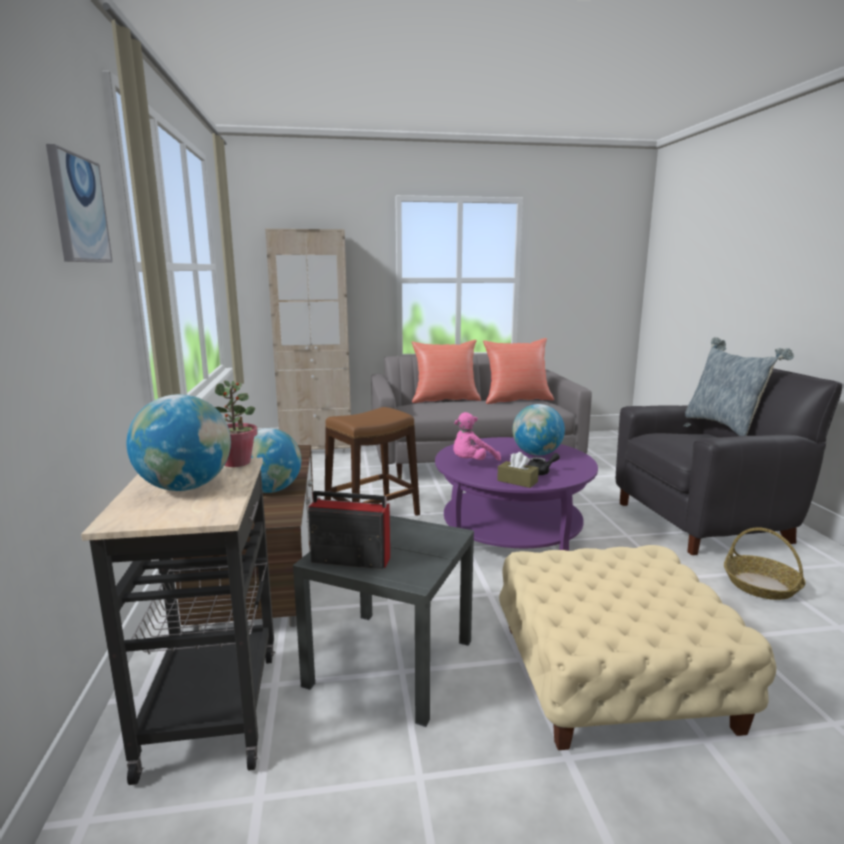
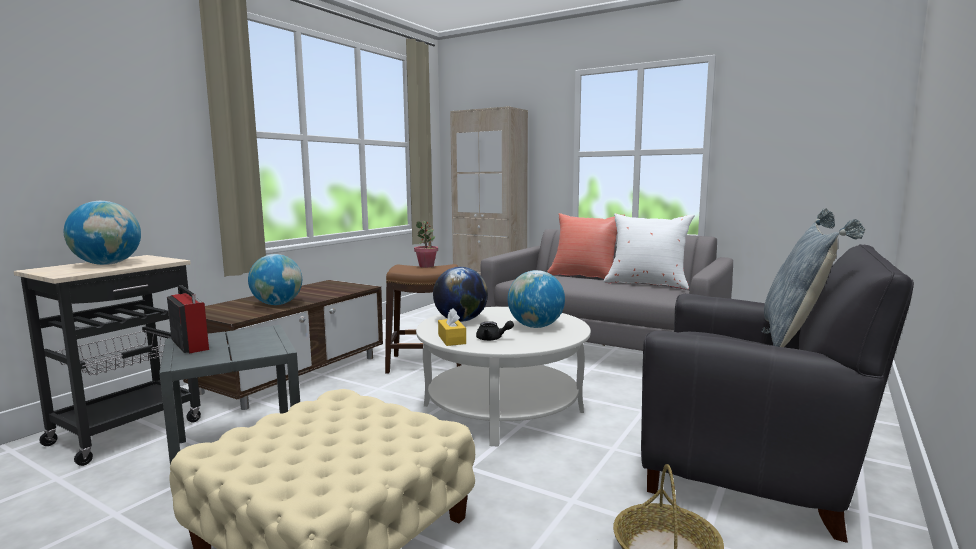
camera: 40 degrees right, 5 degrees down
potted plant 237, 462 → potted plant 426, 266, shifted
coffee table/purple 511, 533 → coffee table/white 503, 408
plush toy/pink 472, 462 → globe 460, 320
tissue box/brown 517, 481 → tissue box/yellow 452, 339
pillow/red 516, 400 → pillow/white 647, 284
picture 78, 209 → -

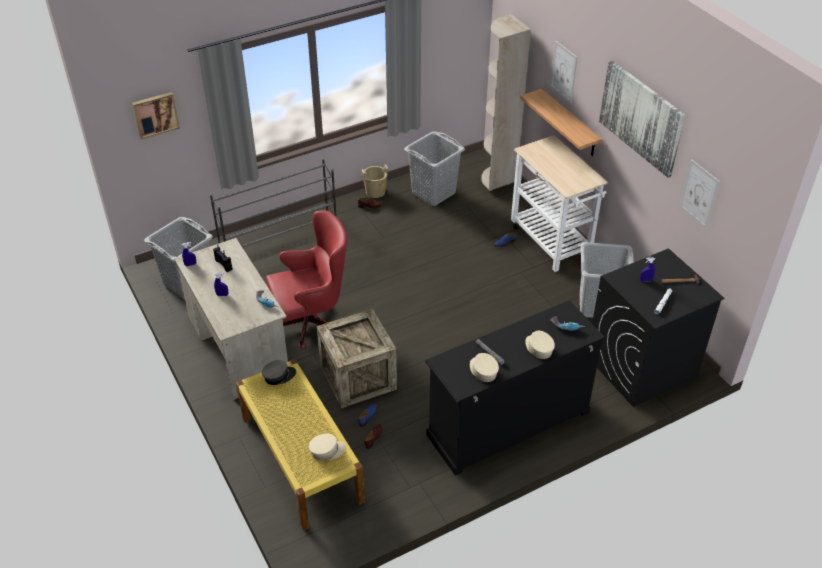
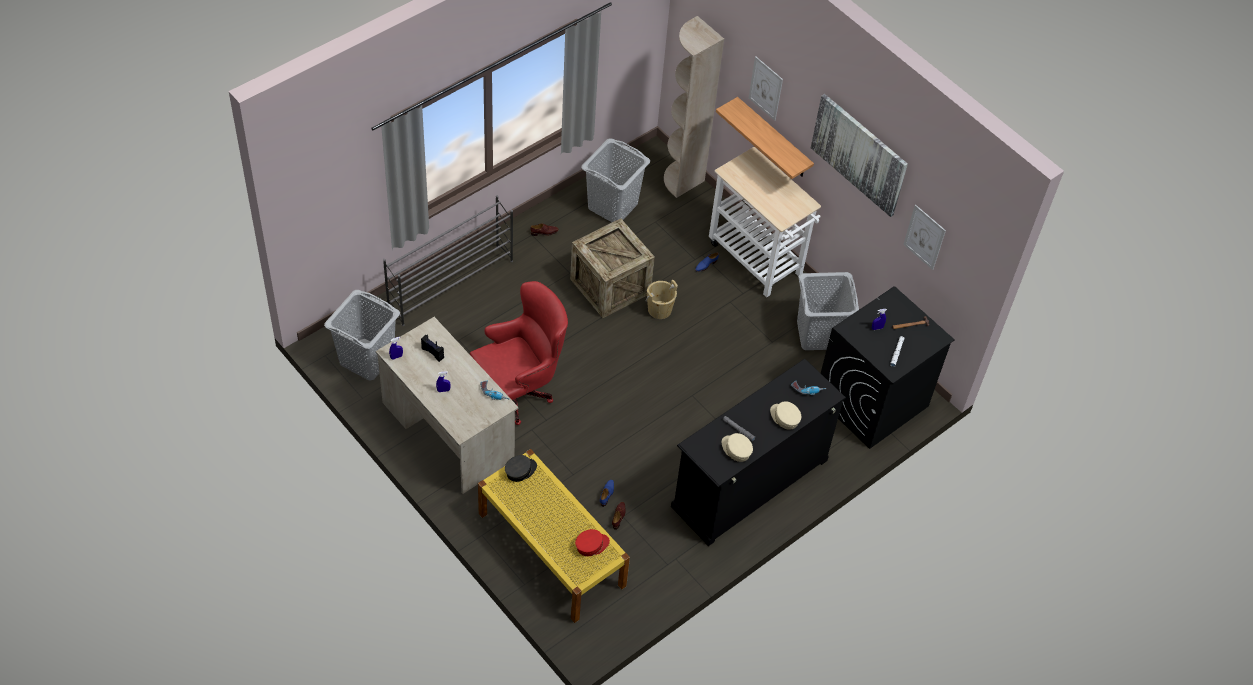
camera: 15 degrees left, 10 degrees up
crate 358, 377 → crate 610, 286, shifted
cap/beige 327, 450 → cap/red 591, 545
bucket/beige 375, 192 → bucket/beige 659, 309, shifted
picture 155, 114 → -

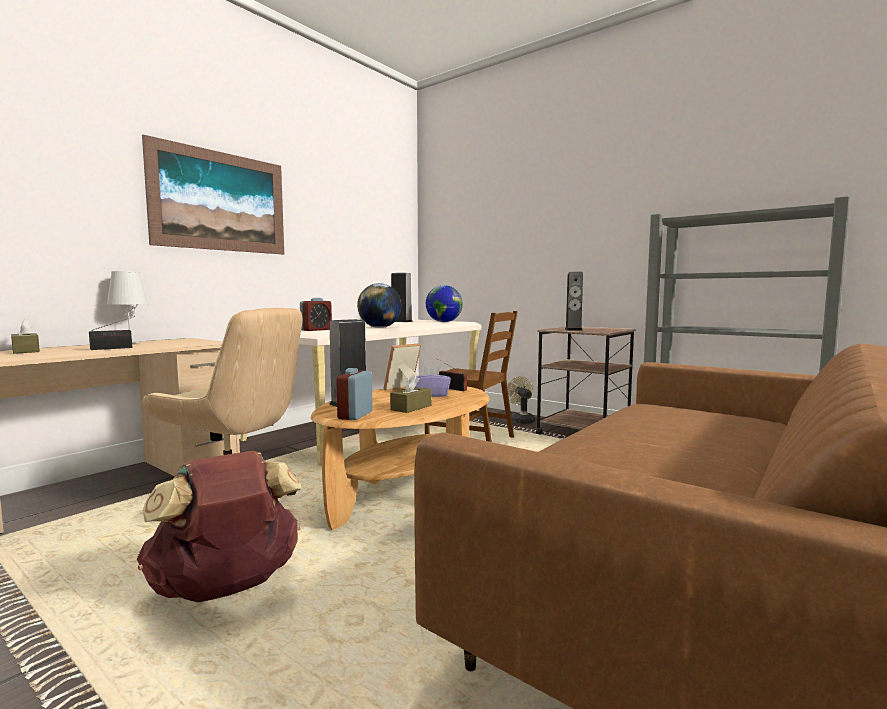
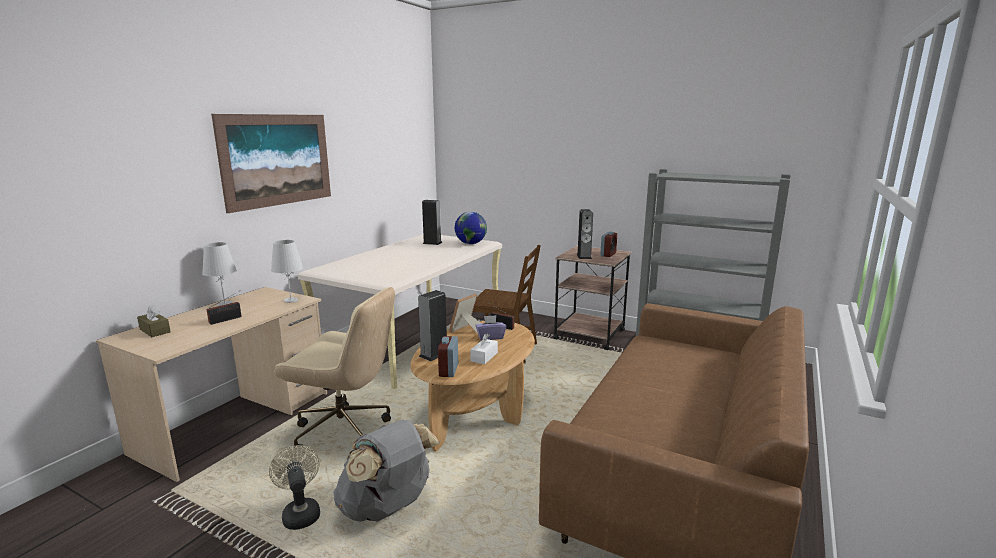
camera: 10 degrees left, 10 degrees up
fan/beige 521, 420 → fan/beige 300, 513, shifted
- → table lamp/white 291, 300
backpack/brown 227, 589 → backpack/grey 387, 508
tissue box/brown 411, 407 → tissue box/white 484, 357
alarm clock 316, 330 → alarm clock 608, 254, shifted
globe 379, 327 → -

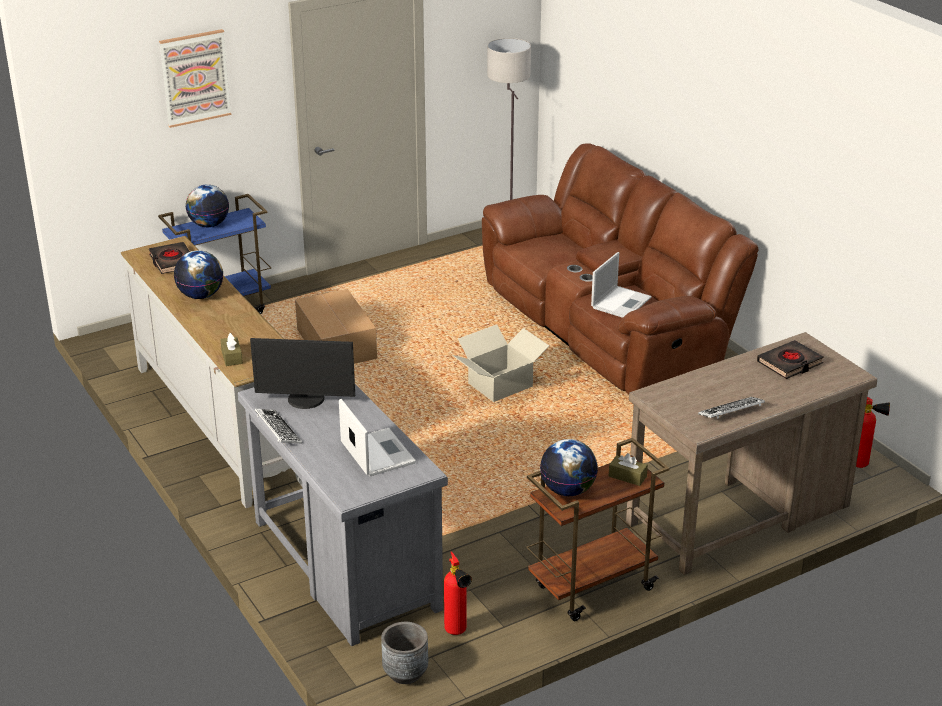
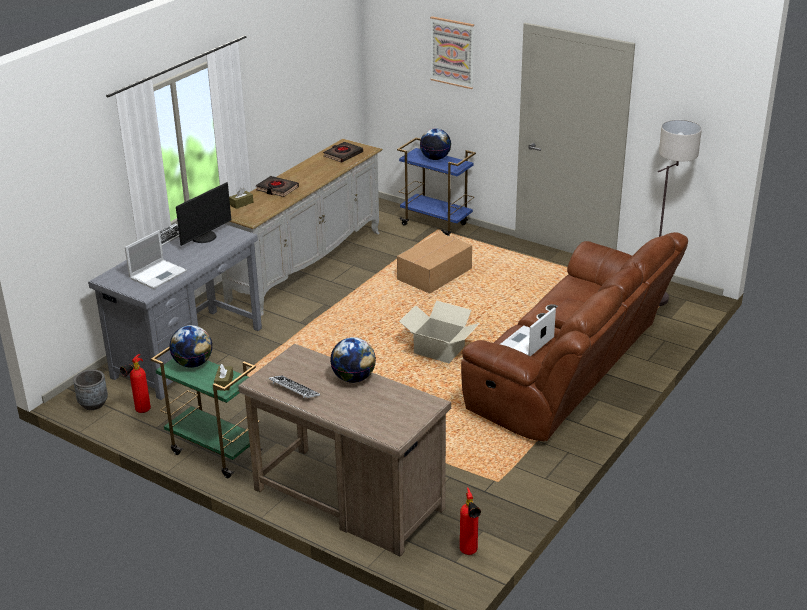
camera: 65 degrees right, 0 degrees up
cart/brown 591, 590 → cart/green 213, 452
monitor 306, 400 → monitor 205, 237, 120 degrees counterclockwise
book/black 789, 363 → book/black 277, 189, shifted
globe 201, 296 → globe 353, 378, shifted
laptop 621, 302 → laptop 526, 343, 120 degrees clockwise

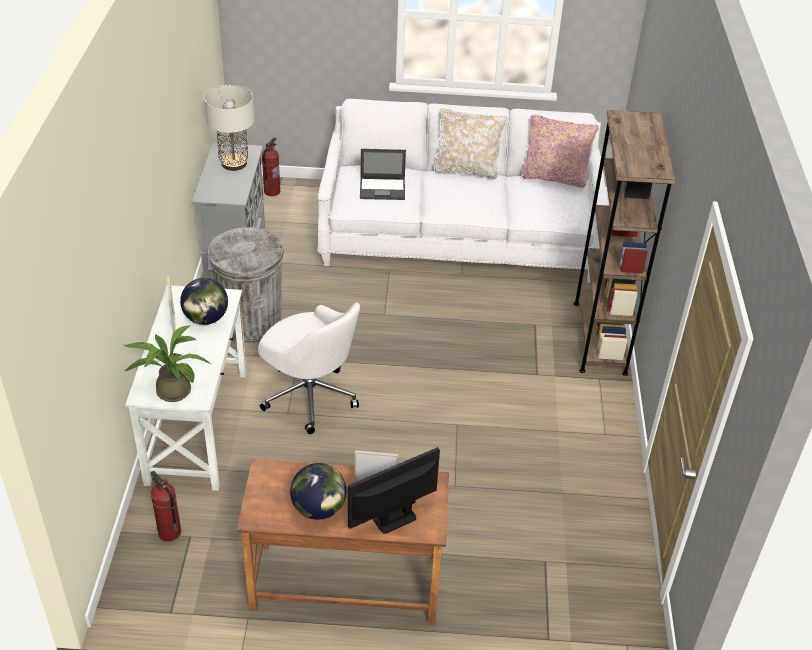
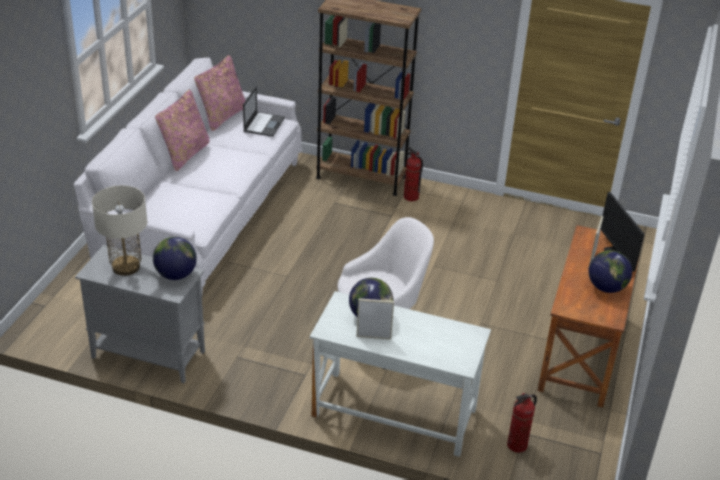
camera: 75 degrees left, 5 degrees down
- → globe 176, 275
pillow/white 467, 172 → pillow/pink 185, 155
laptop 383, 189 → laptop 264, 124, shifted
fire extinguisher 272, 191 → fire extinguisher 411, 197, shifted
potted plant 170, 389 → -
trash can/grey 251, 322 → -

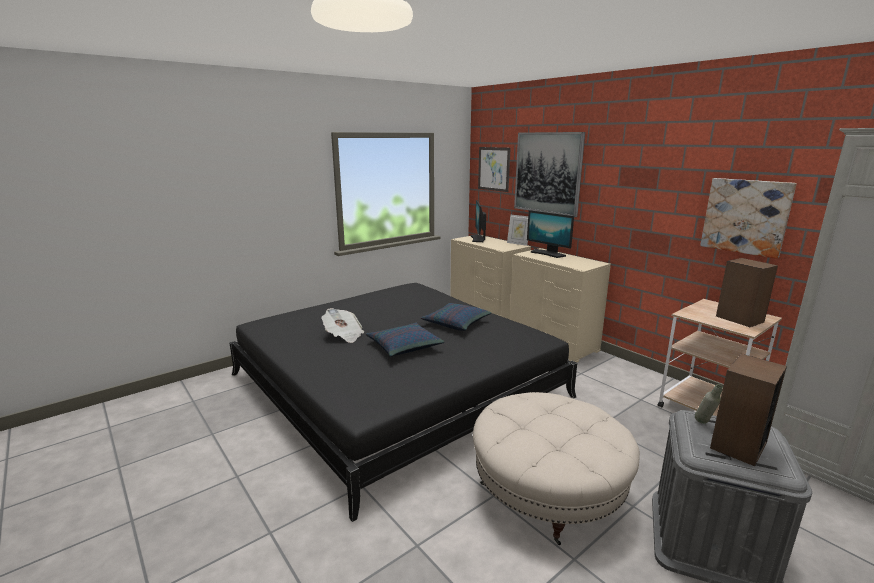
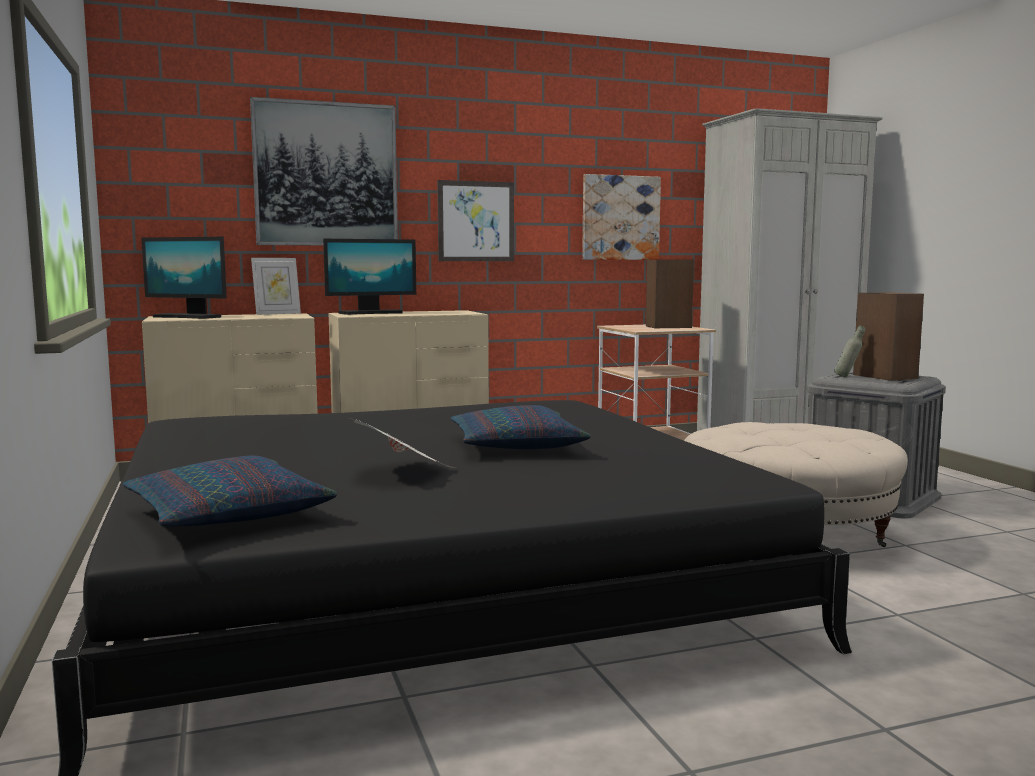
camera: 70 degrees left, 10 degrees down
pillow/blue 456, 323 → pillow/blue 227, 515, shifted
picture 493, 169 → picture 476, 221, shifted

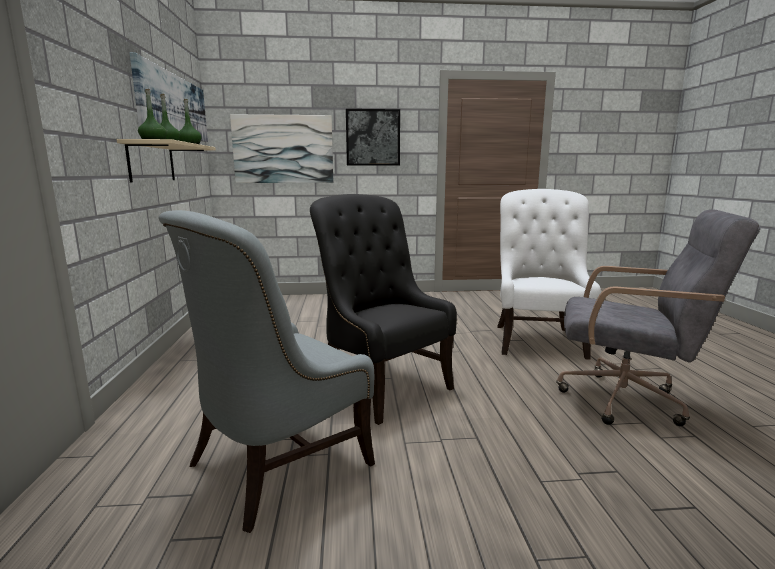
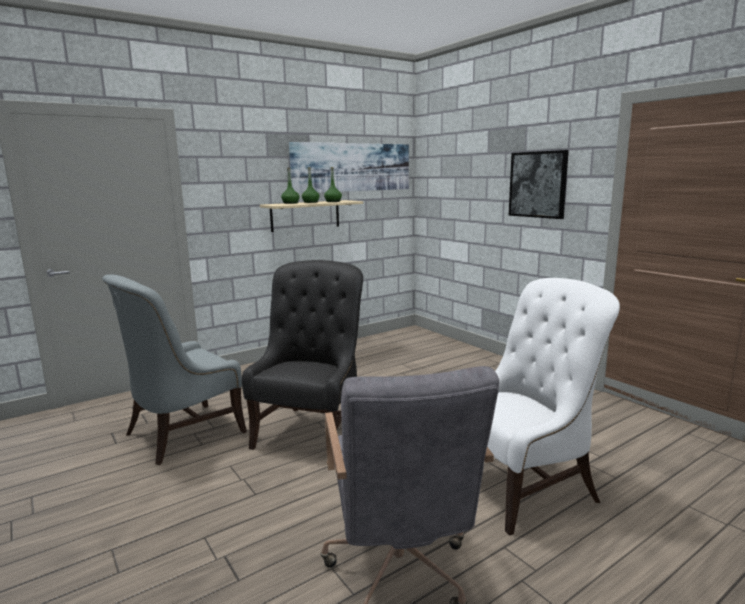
camera: 60 degrees right, 0 degrees up
chair/grey 277, 464 → chair/grey 183, 433, 60 degrees counterclockwise
picture 283, 149 → -

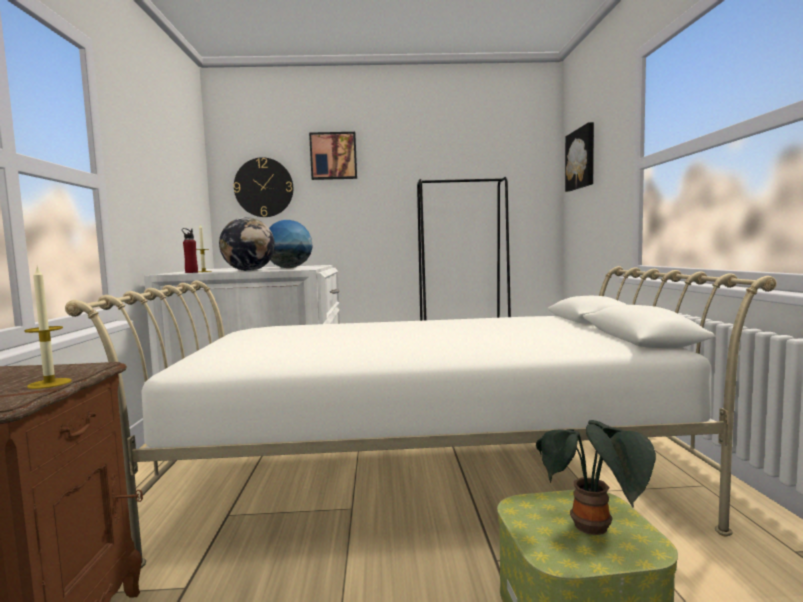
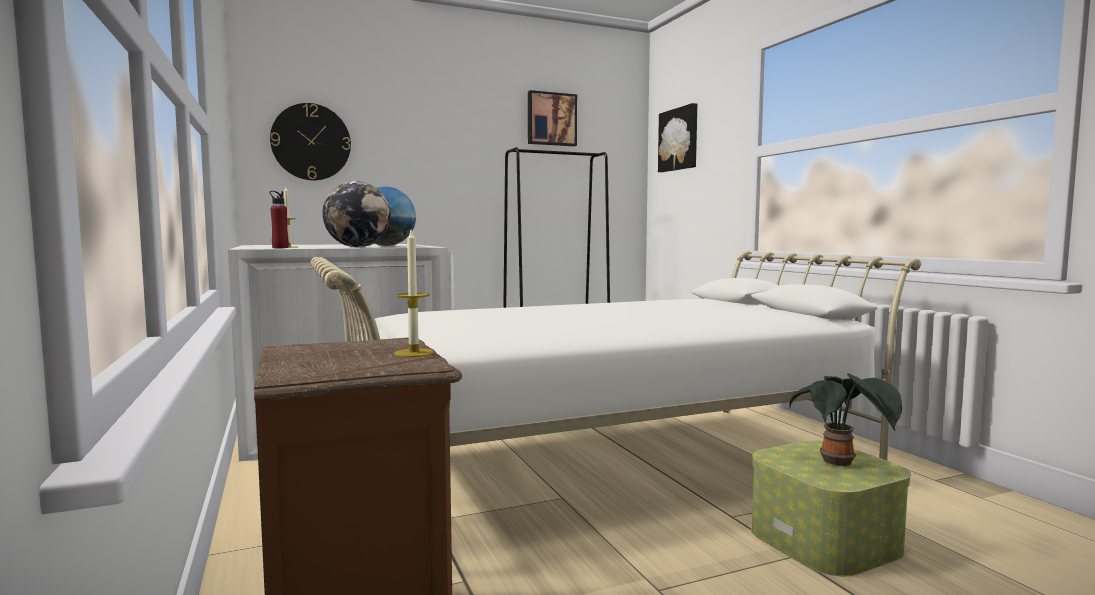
camera: 20 degrees left, 0 degrees up
picture 333, 156 → picture 551, 119, shifted

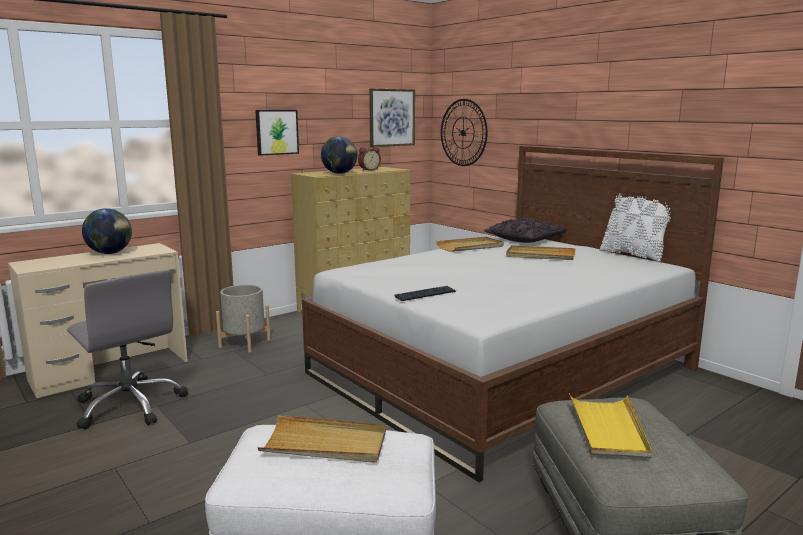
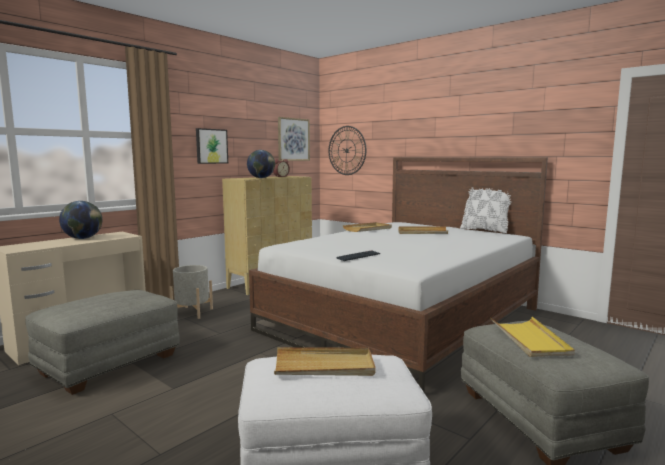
camera: 10 degrees left, 5 degrees down
office chair/grey 130, 405 → ottoman/grey 109, 364
pillow/black 525, 240 → -

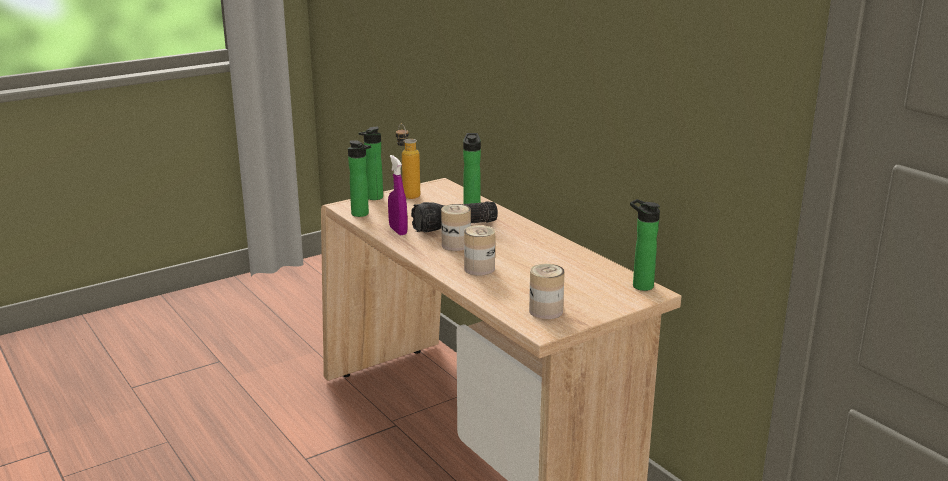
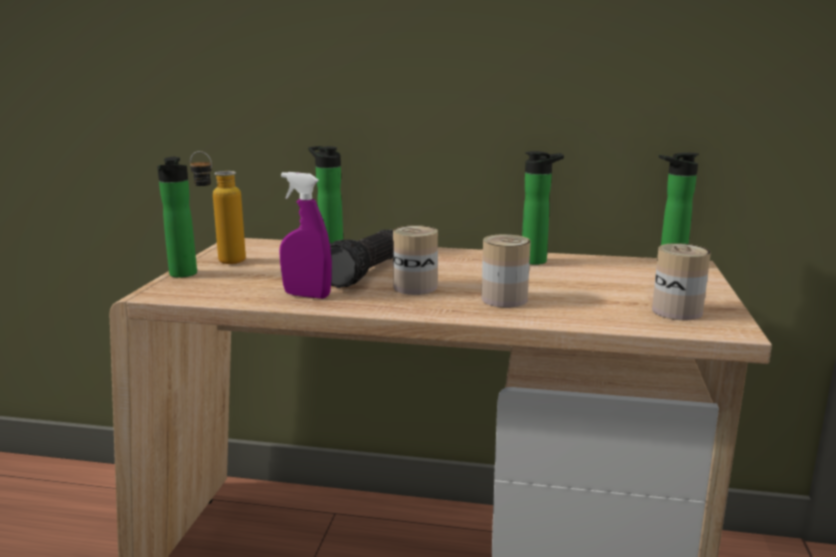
camera: 45 degrees left, 5 degrees down
bottle 362, 214 → bottle 538, 261, shifted

